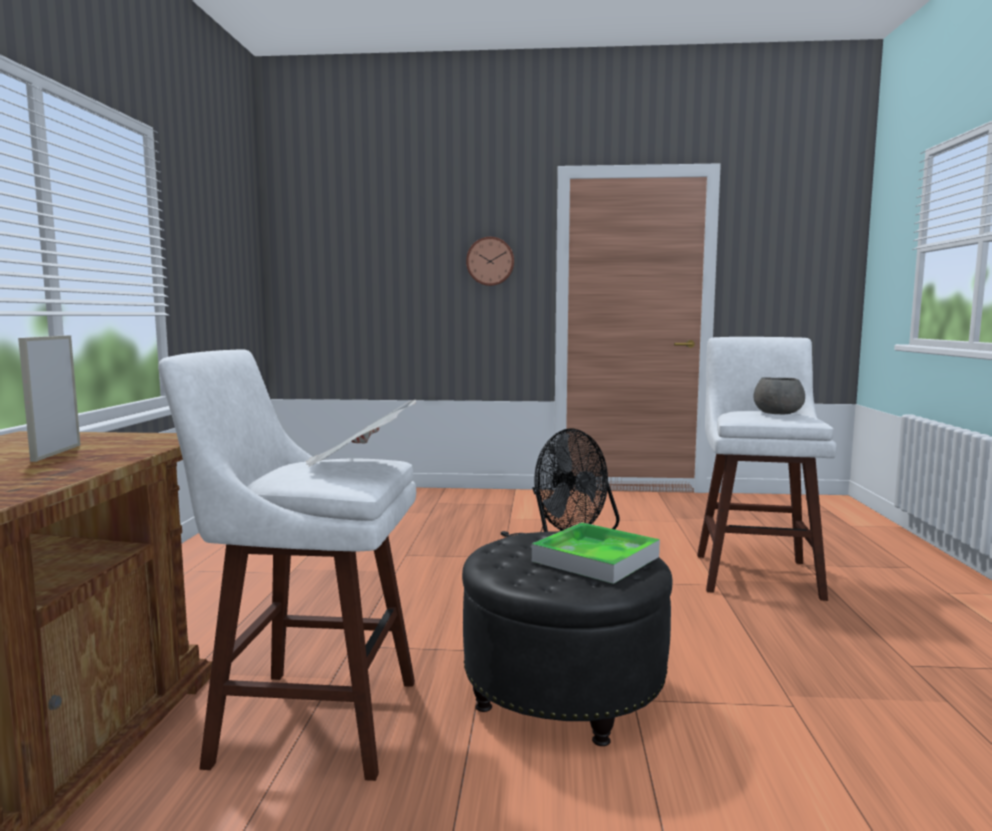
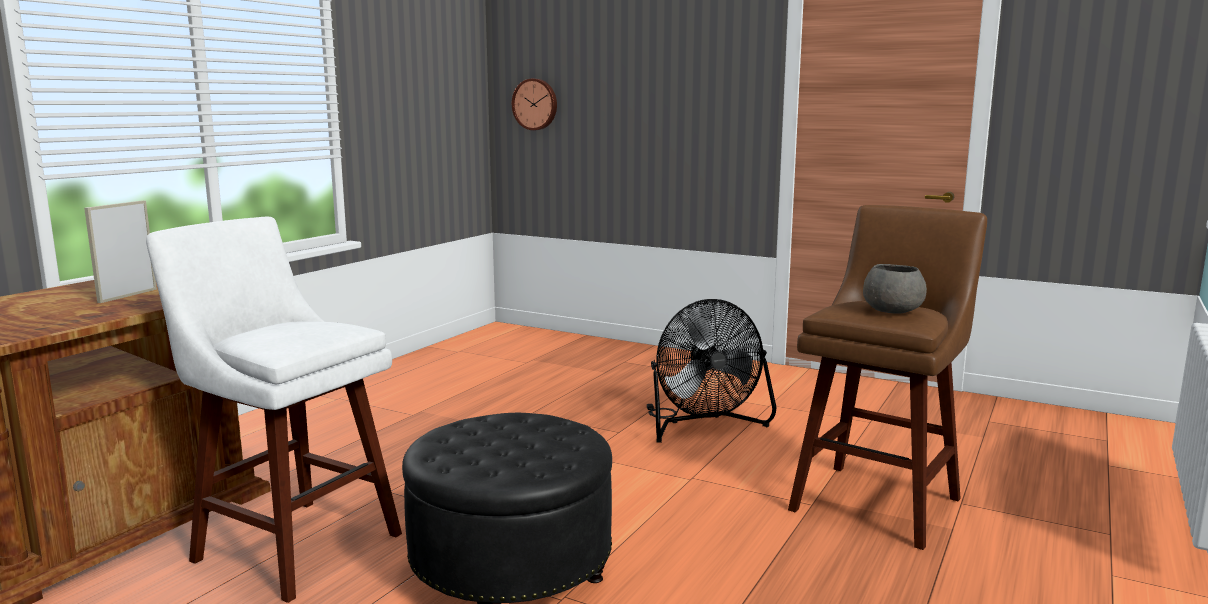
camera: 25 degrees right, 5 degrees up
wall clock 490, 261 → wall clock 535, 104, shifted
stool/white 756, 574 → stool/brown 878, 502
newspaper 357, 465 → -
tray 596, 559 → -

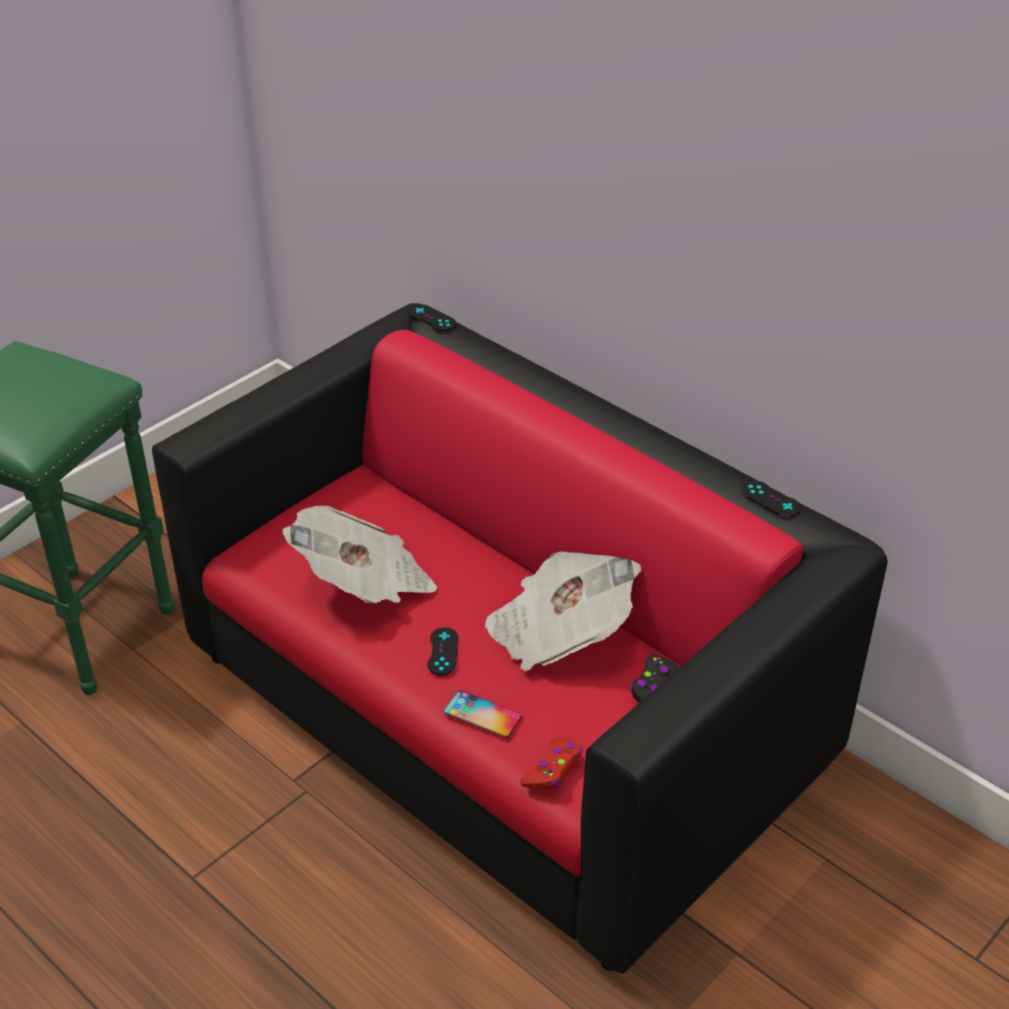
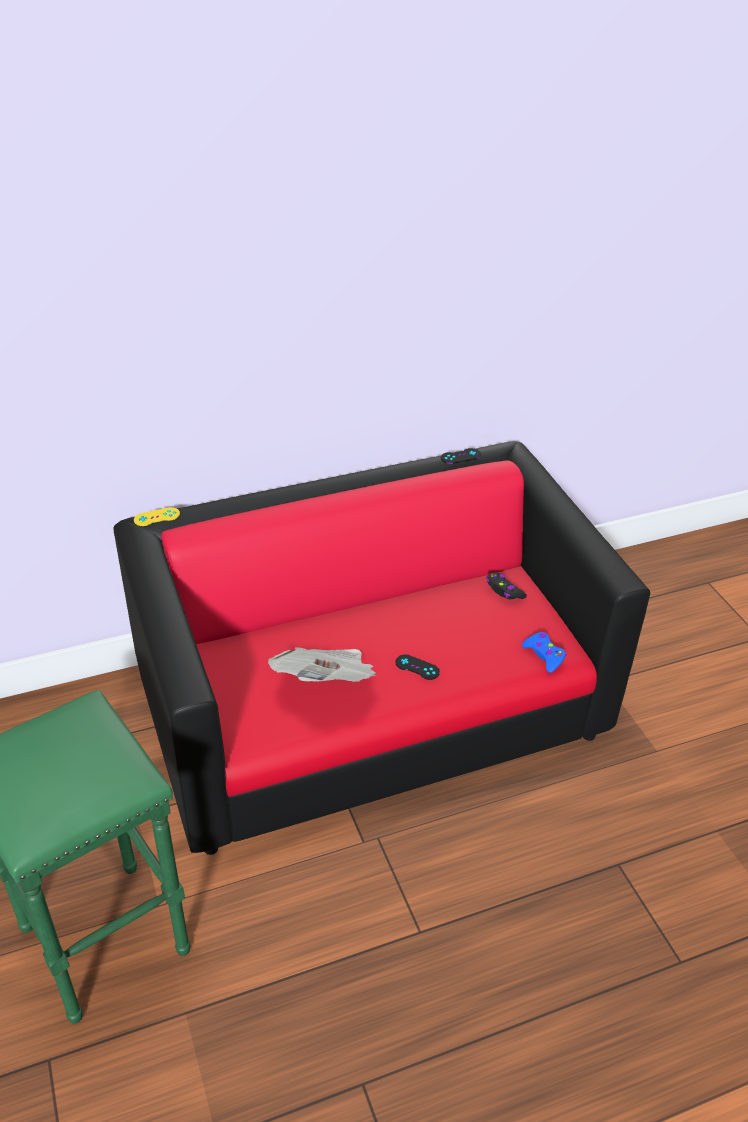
camera: 65 degrees left, 0 degrees up
game controller/black 432, 318 → game controller/yellow 157, 517
game controller/red 553, 770 → game controller/blue 544, 655
phone 482, 714 → -
newspaper 560, 631 → -

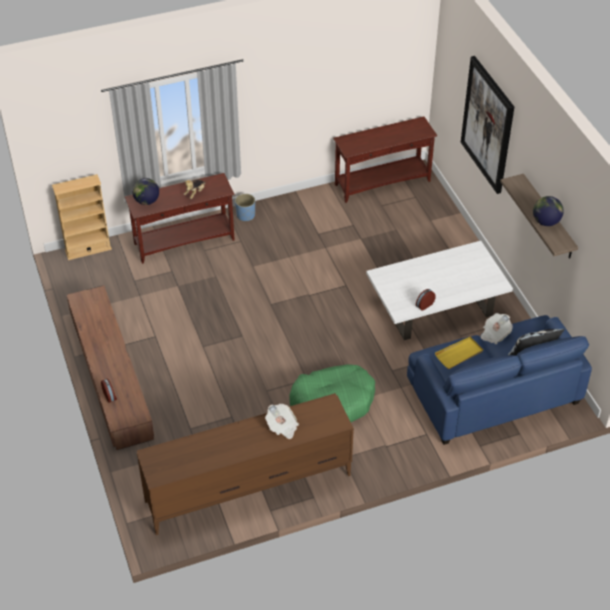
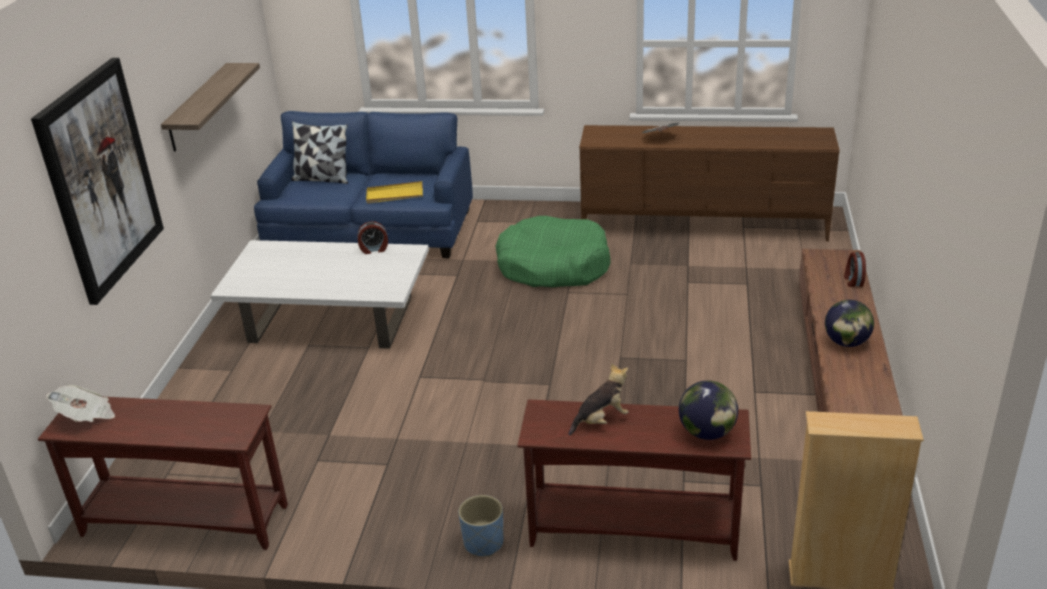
camera: 150 degrees left, 15 degrees down
newspaper 494, 334 → newspaper 86, 416, shifted
globe 545, 222 → globe 846, 342, shifted

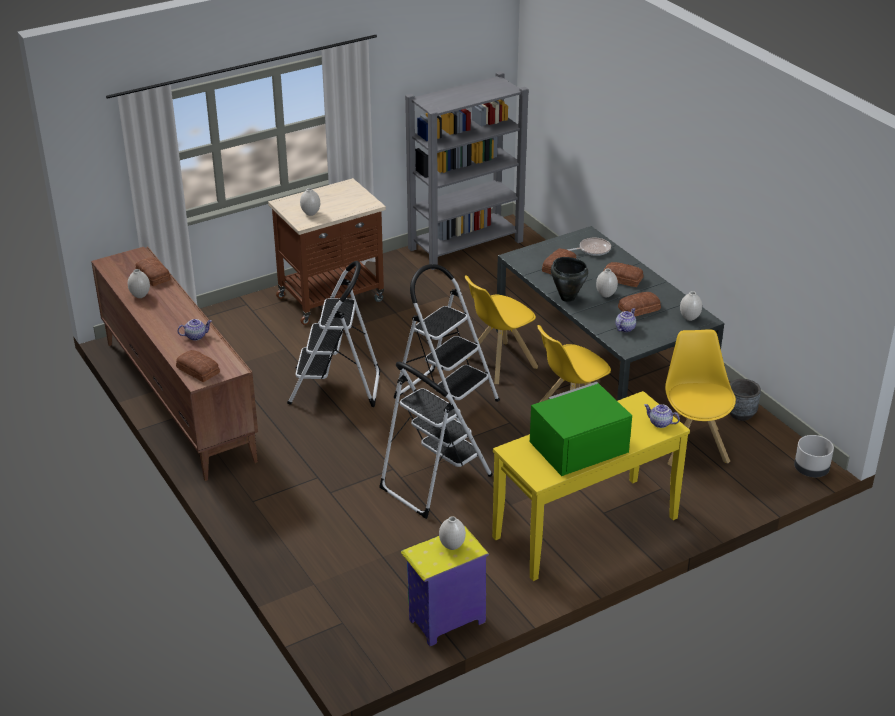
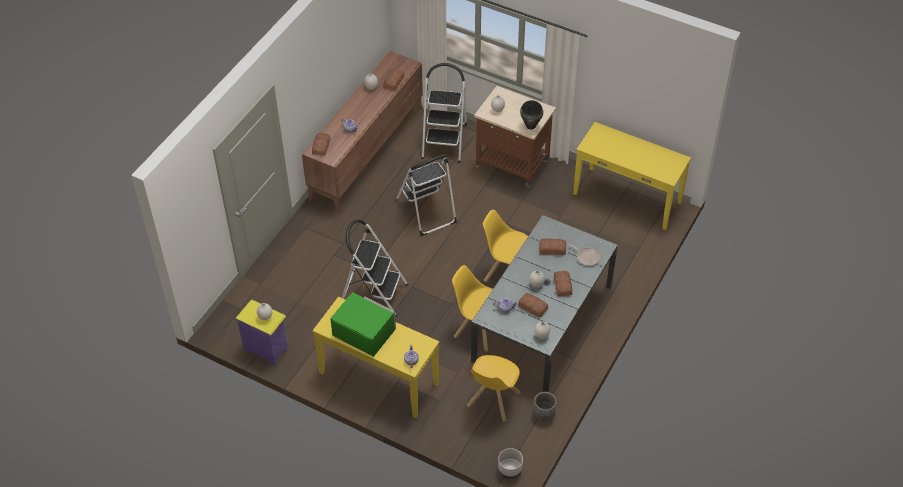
camera: 60 degrees right, 15 degrees up
step ladder 444, 398 → step ladder 445, 140, shifted
chair/yellow 692, 445 → chair/yellow 492, 400, 150 degrees clockwise
cooking pot/black 567, 297 → cooking pot/black 531, 126, shifted
bookcase/grey 465, 245 → console table/yellow 627, 197

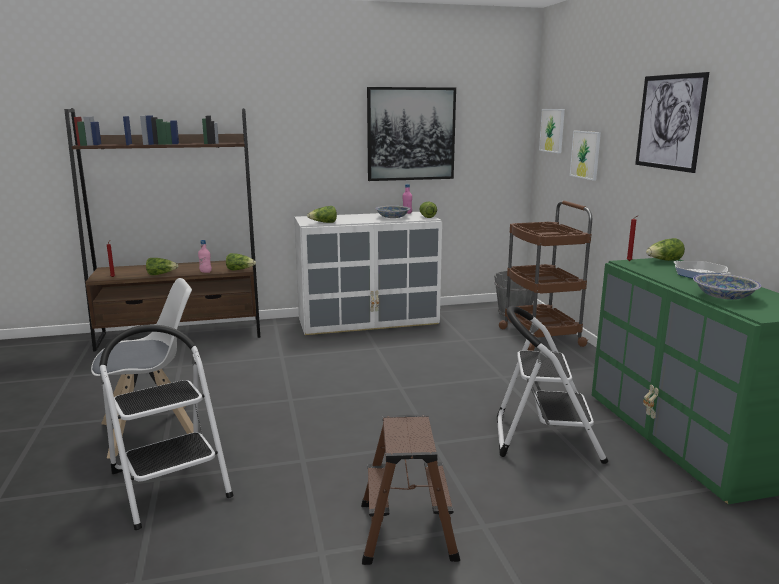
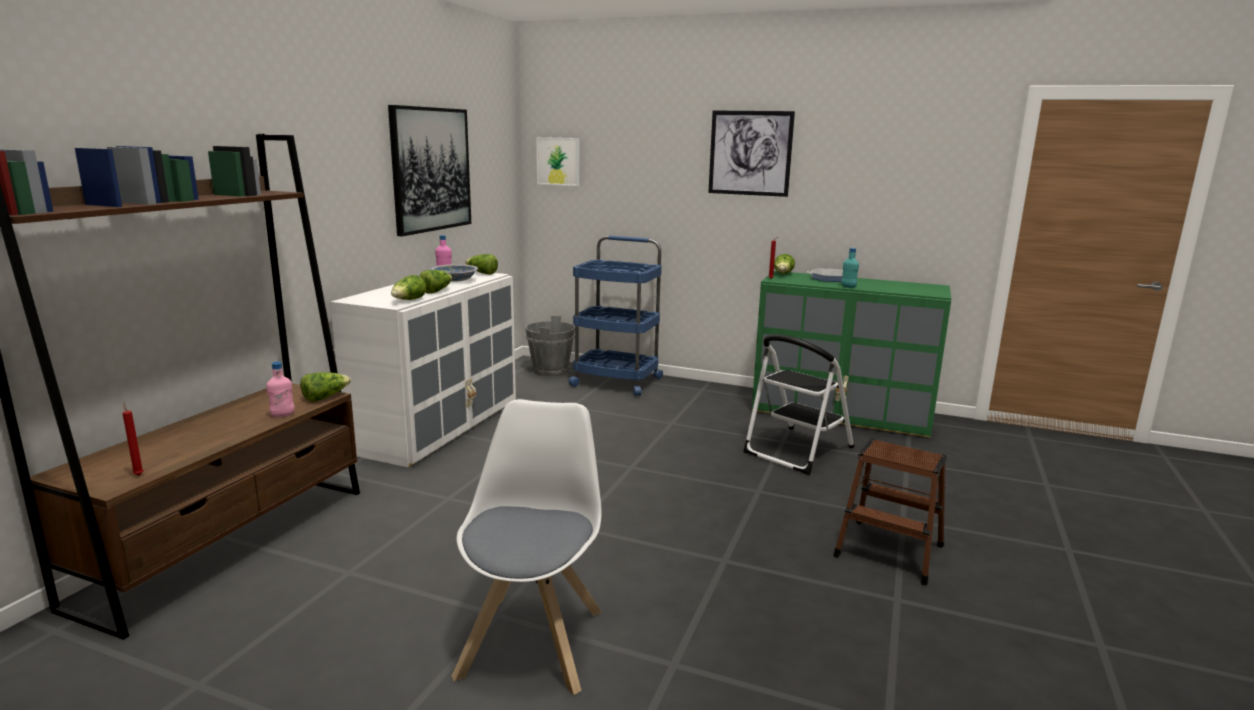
camera: 55 degrees left, 0 degrees up
lettuce 161, 274 → lettuce 436, 291, shifted
cart/brown 540, 336 → cart/blue 615, 382
- → bottle/turquoise 848, 287
step ladder 169, 482 → -
picture 585, 154 → -
bowl 724, 297 → -

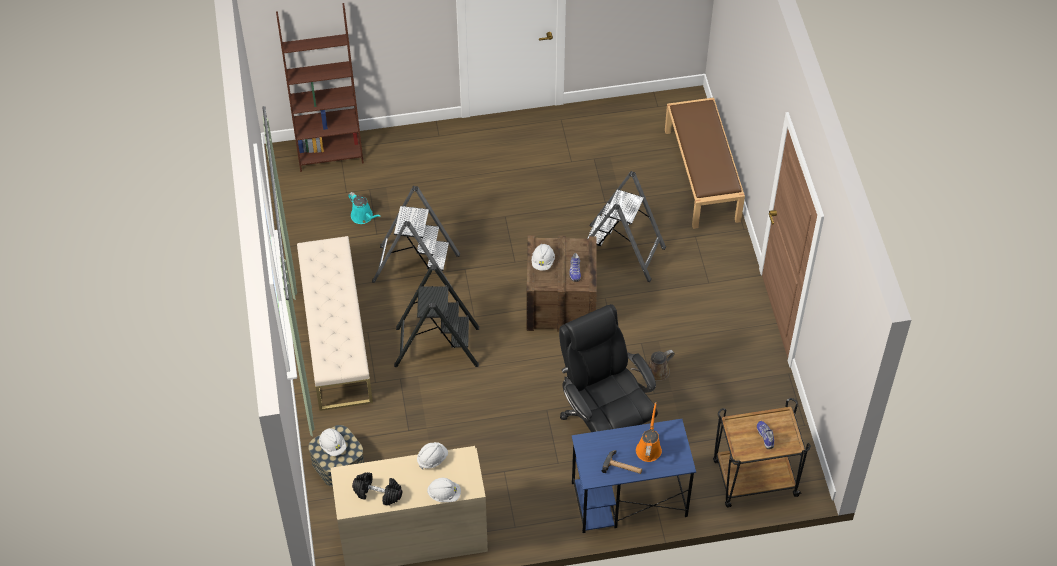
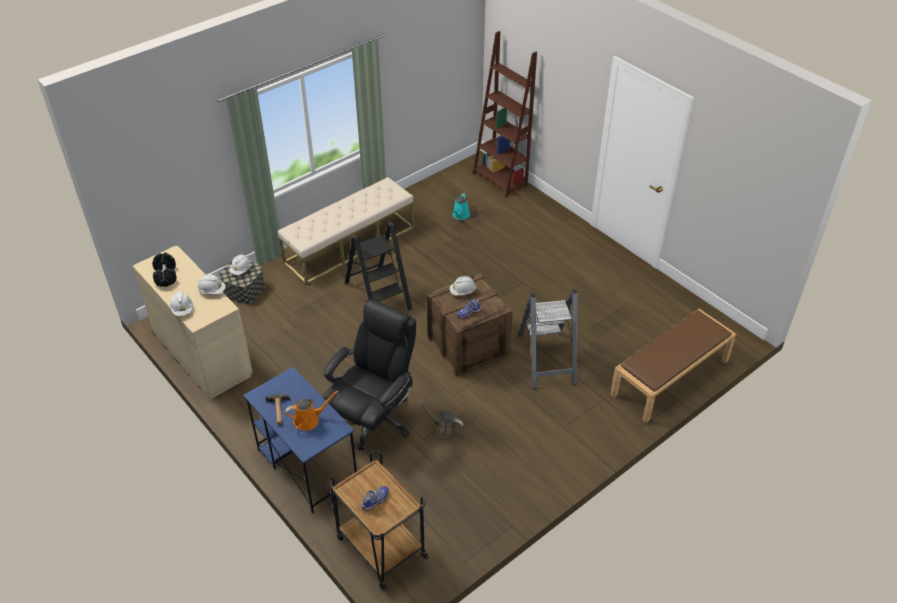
camera: 60 degrees right, 10 degrees down
step ladder/grey 415, 267 → -

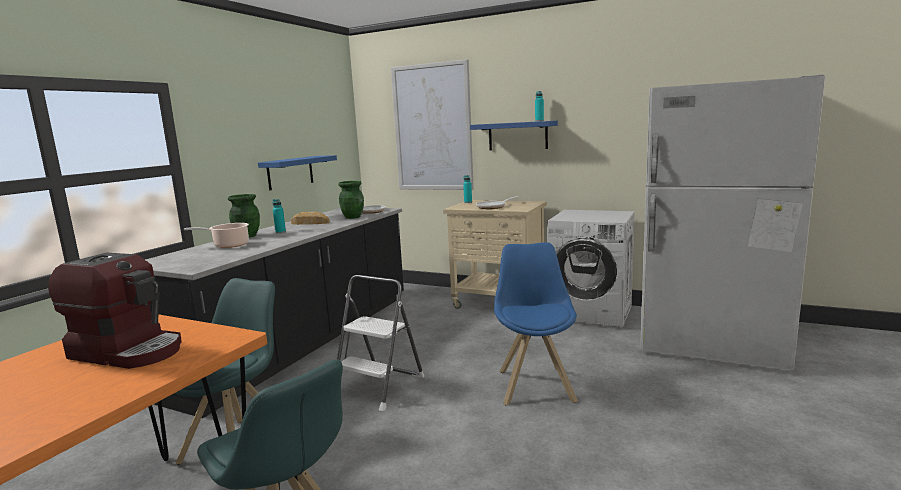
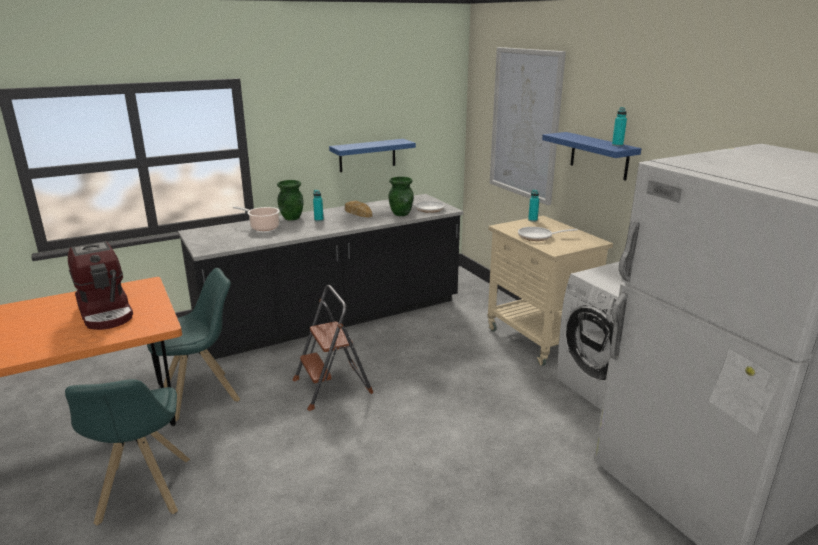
camera: 35 degrees right, 10 degrees up
step ladder/white 381, 384 → step ladder/brown 335, 385
chair/blue 535, 385 → -

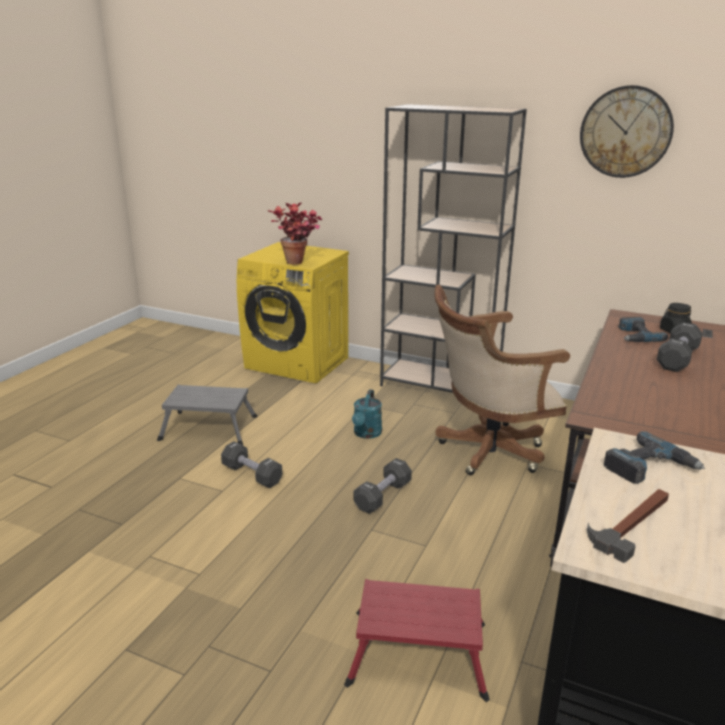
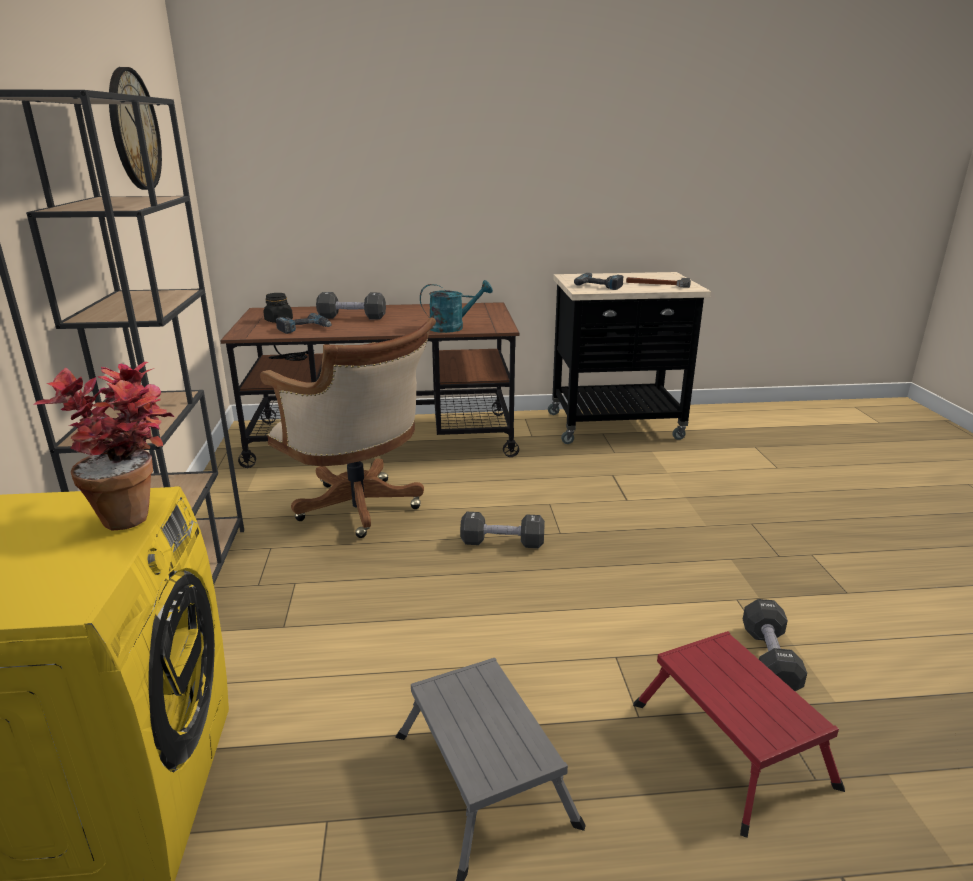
camera: 120 degrees left, 0 degrees up
watering can/turquoise 366, 434 → watering can/turquoise 453, 327, shifted
step ladder/red 419, 653 → step ladder/red 730, 743, shifted
dumbbell/black 252, 475 → dumbbell/black 769, 660, shifted

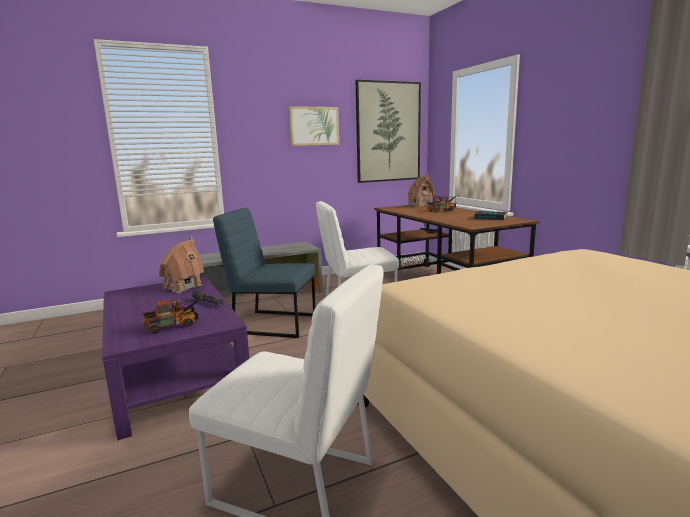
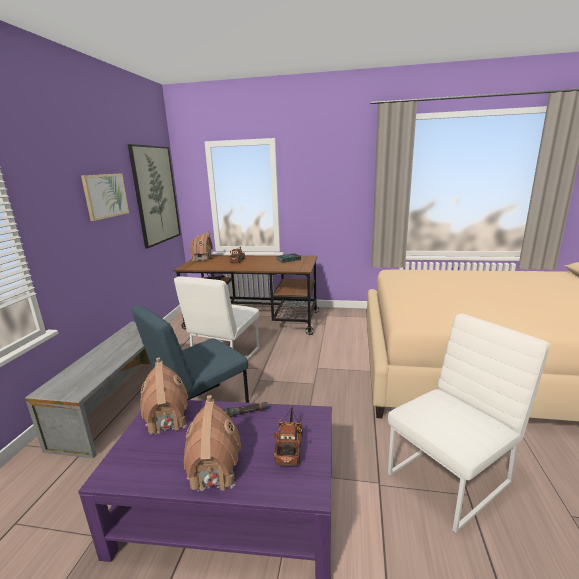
camera: 55 degrees left, 5 degrees up
- → toy house 213, 471

